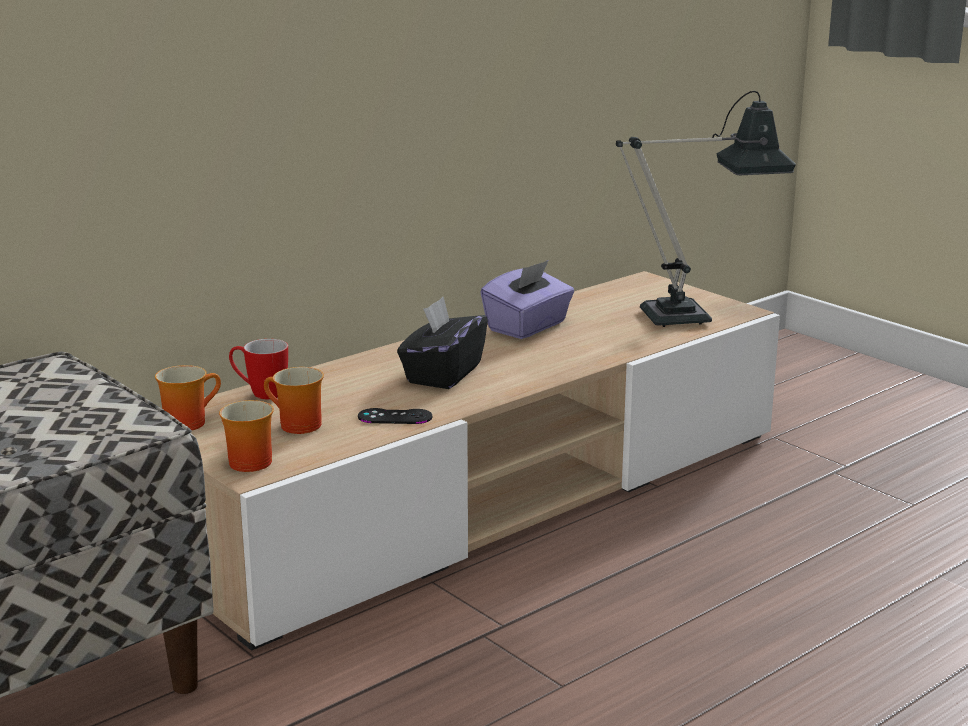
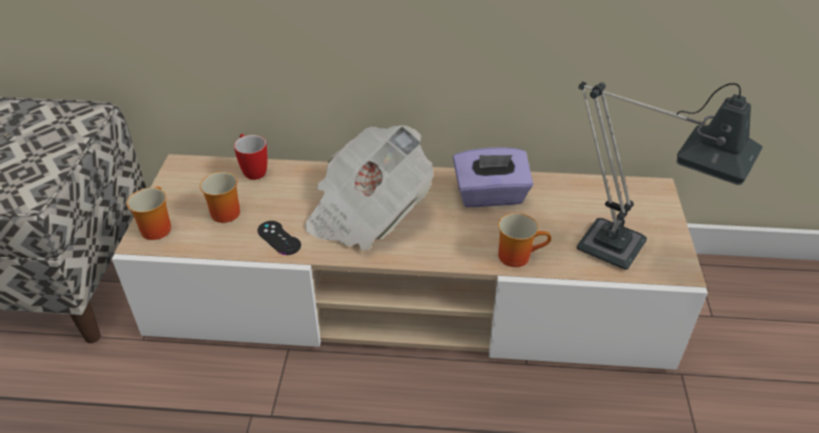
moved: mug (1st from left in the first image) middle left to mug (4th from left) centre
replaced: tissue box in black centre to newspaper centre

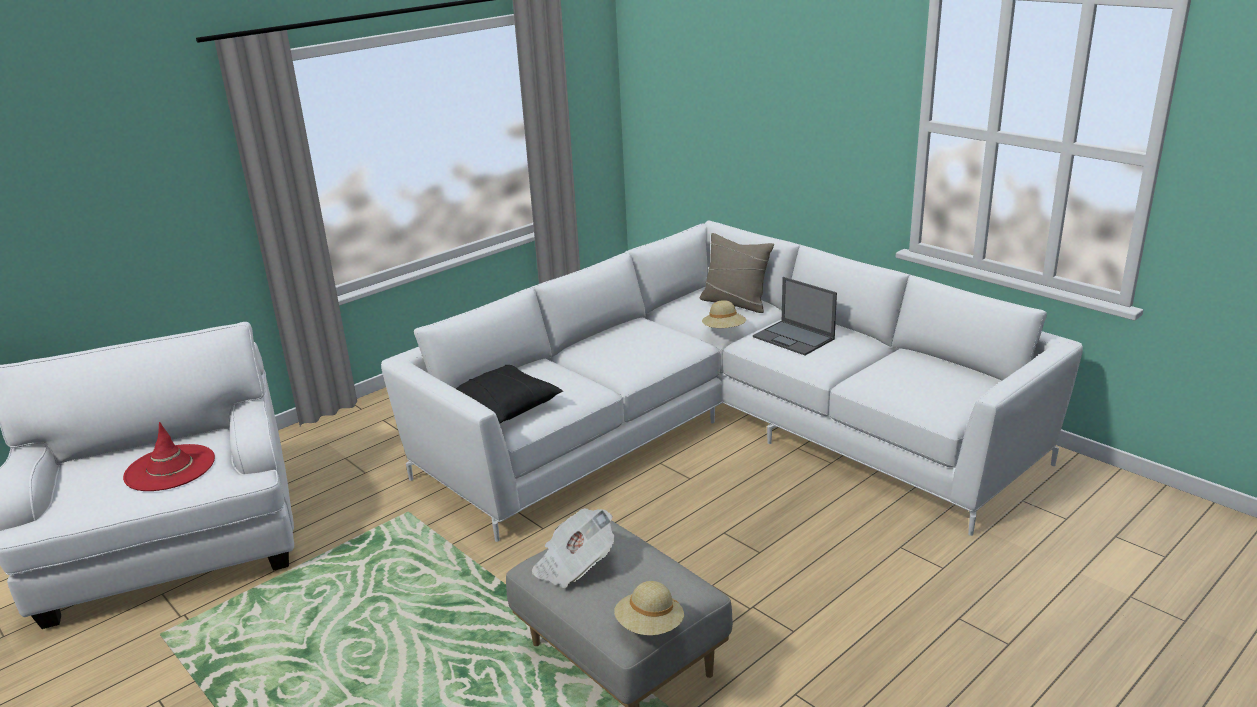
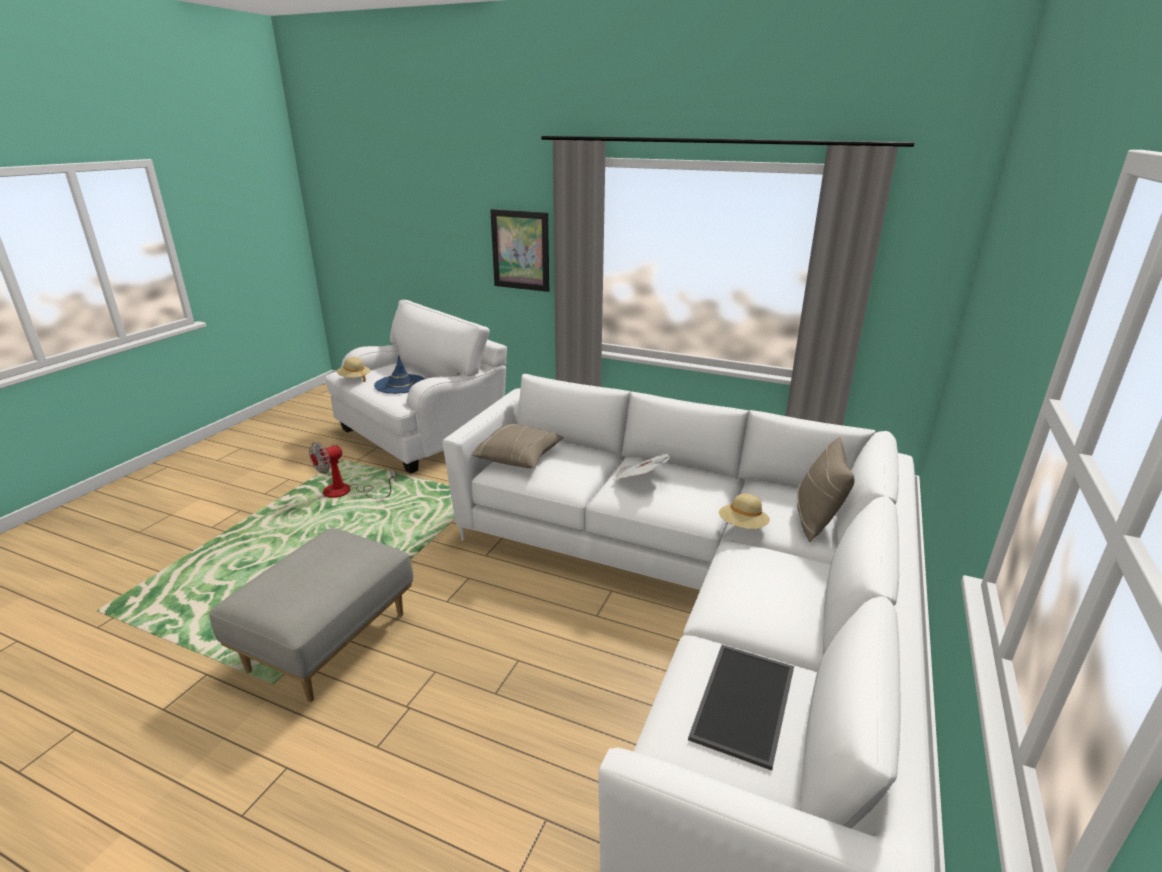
removed: portable computer centre
added: wall art top centre; electric fan middle left; tray bottom centre
moved: newspaper bottom centre to centre; clothing hat in sand-coloured (1st from left) bottom centre to middle left
recoloured: pillow in black centre to pillow in sand-coloured (1st from left) centre; clothing hat in red middle left to clothing hat in blue-coloured centre

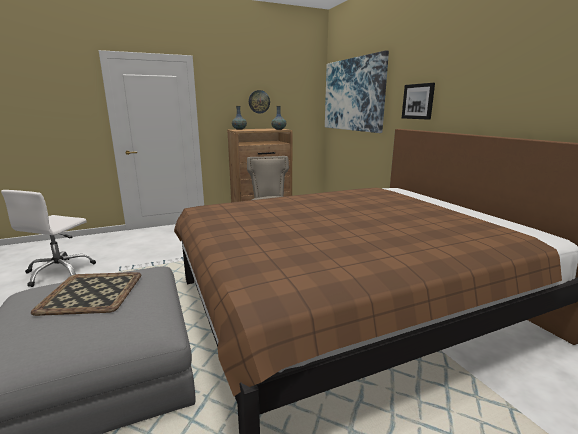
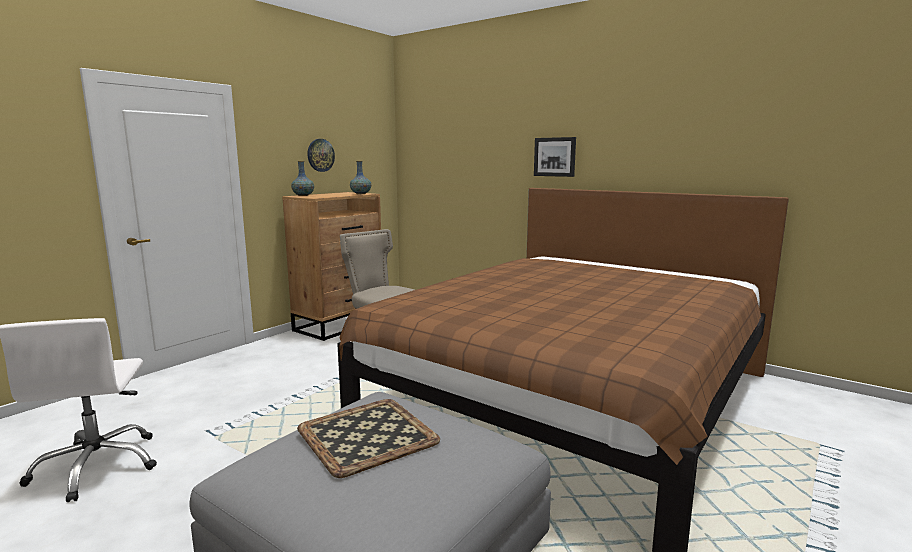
removed: wall art (1st from left) top centre

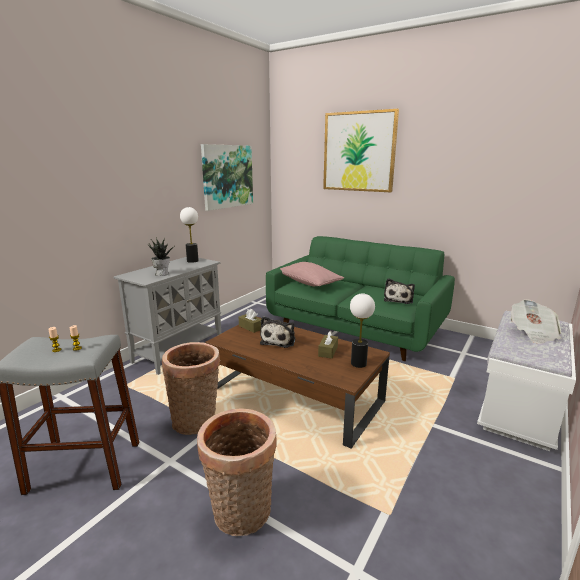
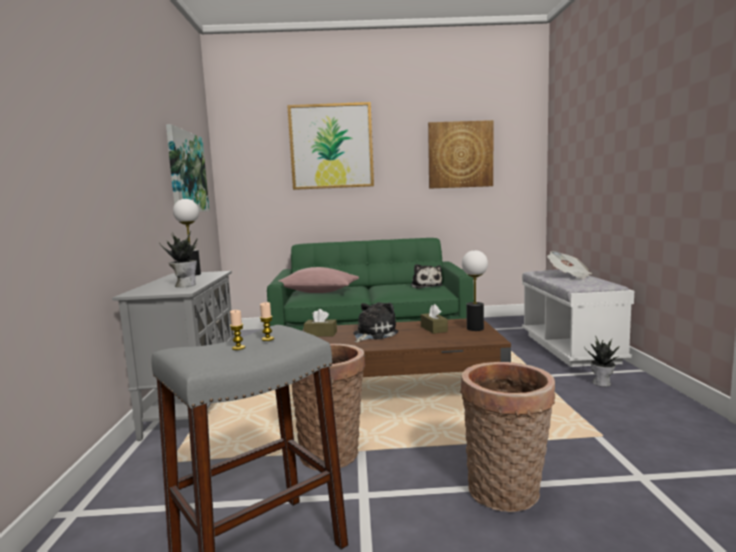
added: wall art (3rd from left) top centre; potted plant (2nd from left) middle right
turned: cuddly toy (1st from left) centre = centre 120 degrees counterclockwise

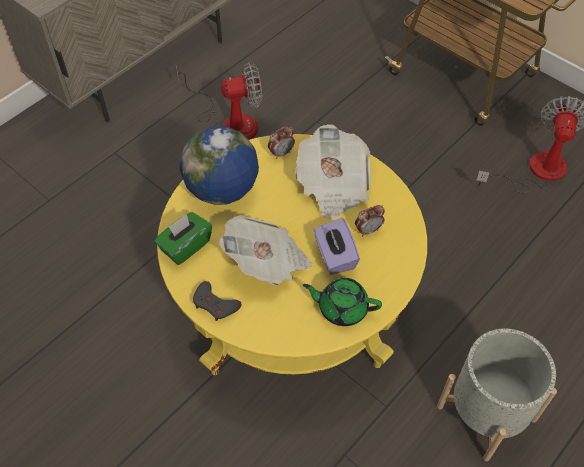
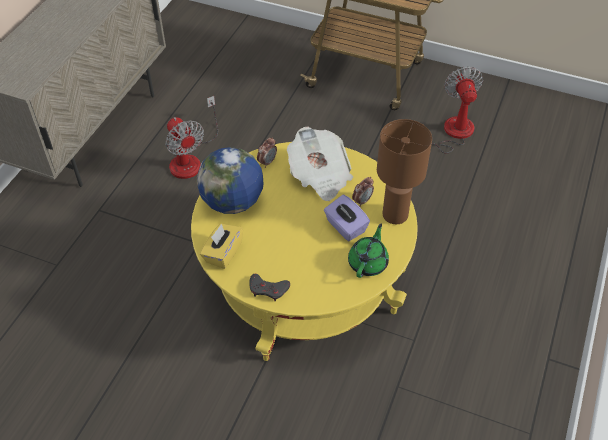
removed: newspaper (1st from left) centre; plant pot in gray bottom right
added: tabletop lamp in brownish centre
recoloured: tissue box in greenish middle left to tissue box in yellowish centre
turned: electric fan (1st from left) top centre = top left 90 degrees clockwise; teapot in greenish centre = centre 120 degrees clockwise

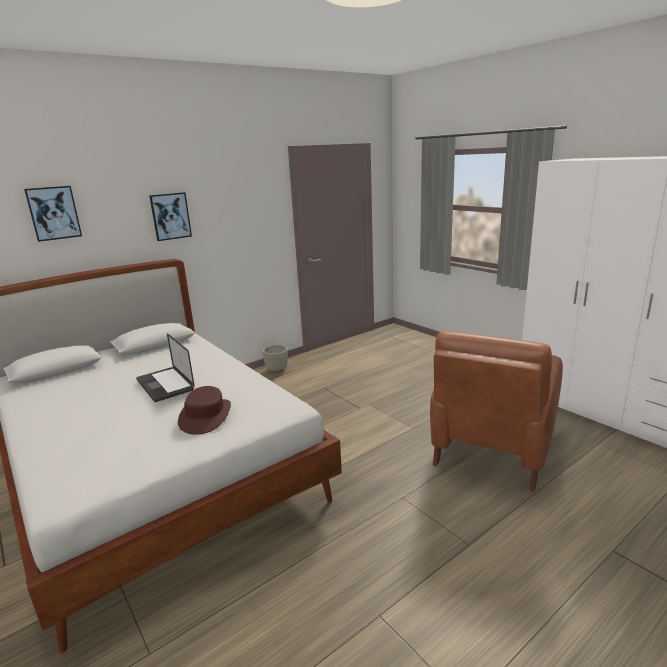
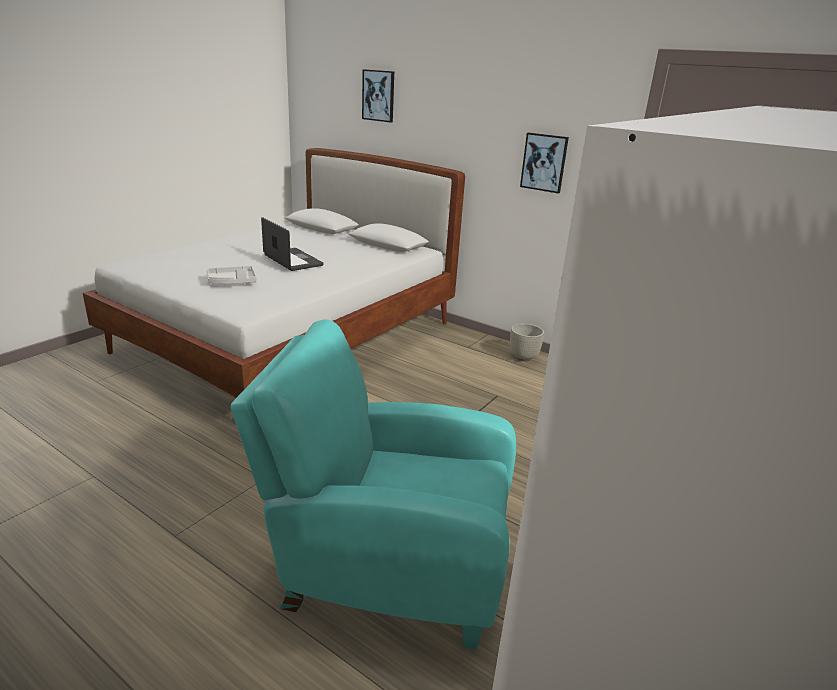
moved: wall art (2nd from left) top left to top centre
replaced: clothing hat in brownish middle left to tray in gray middle left
recoloured: lounge chair in brownish middle right to lounge chair in blue-green bottom centre
turned: portable computer middle left = centre 105 degrees clockwise

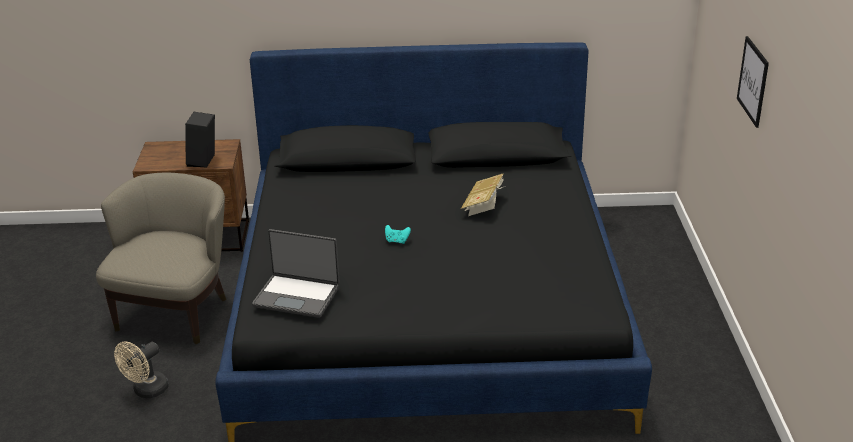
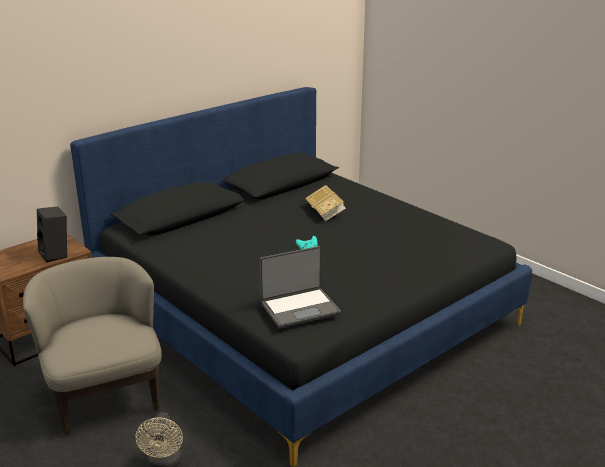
removed: wall art top right

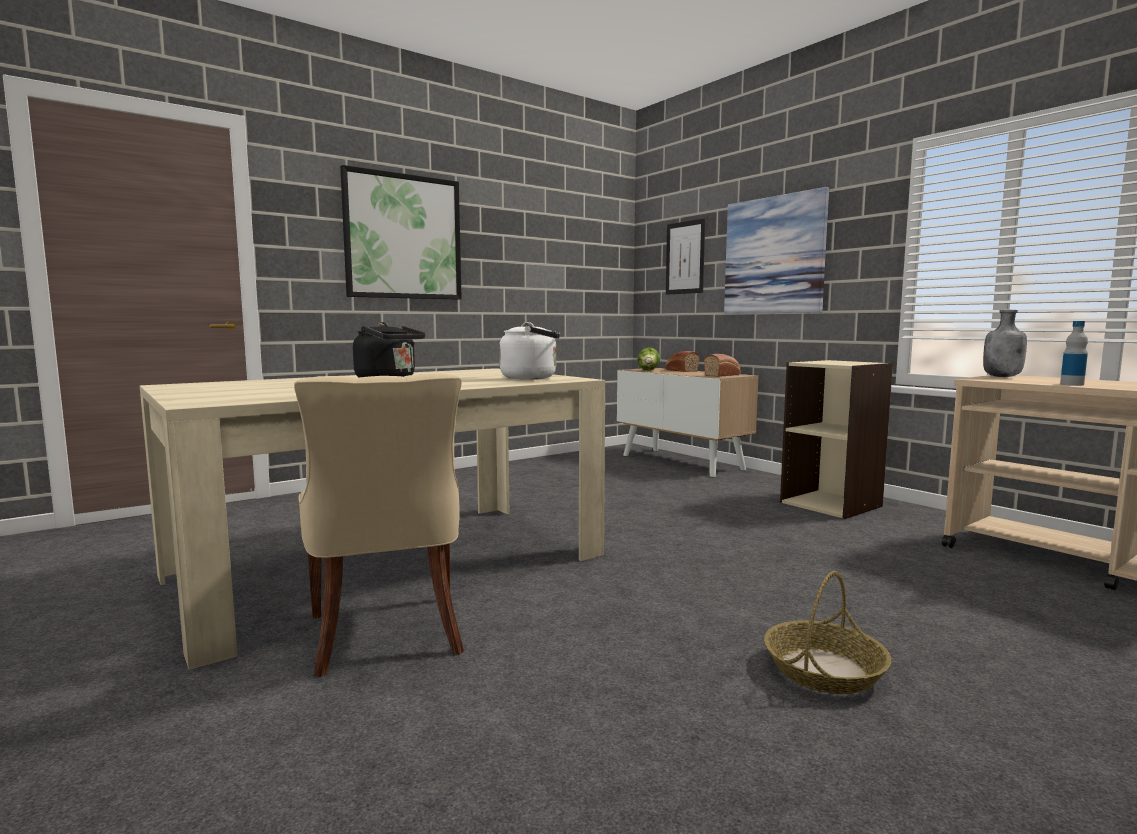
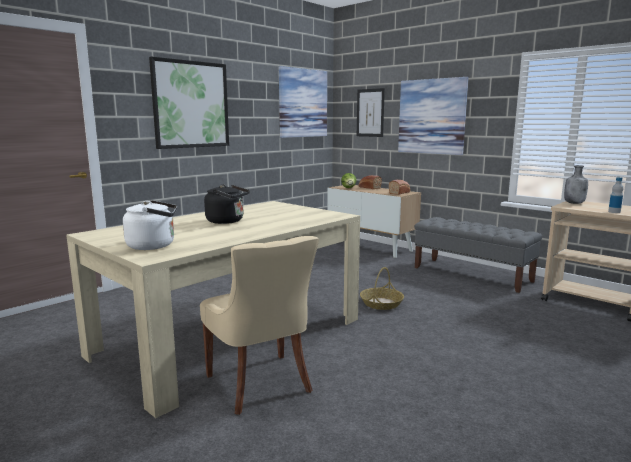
added: wall art (2nd from left) top centre
moved: kettle in whitish centre to middle left; household basket bottom right to centre
replaced: bookshelf in sand-coloured middle right to long seat in gray middle right

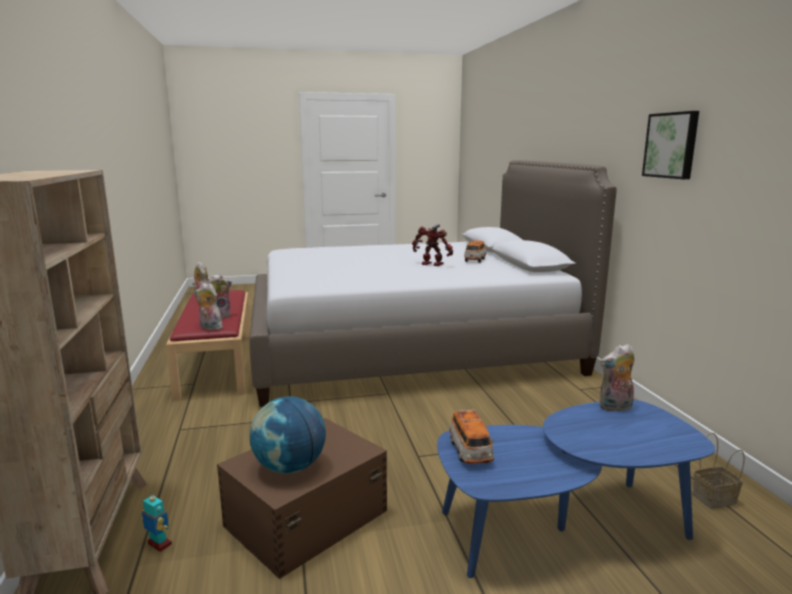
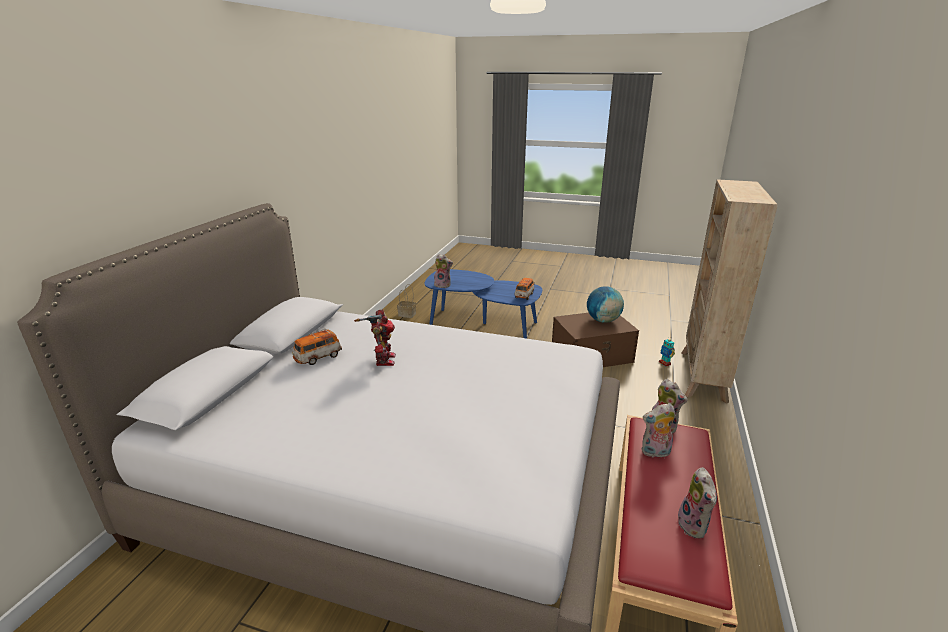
removed: wall art top right
turned: robot figure (2nd from left in the first image) centre = centre 150 degrees counterclockwise

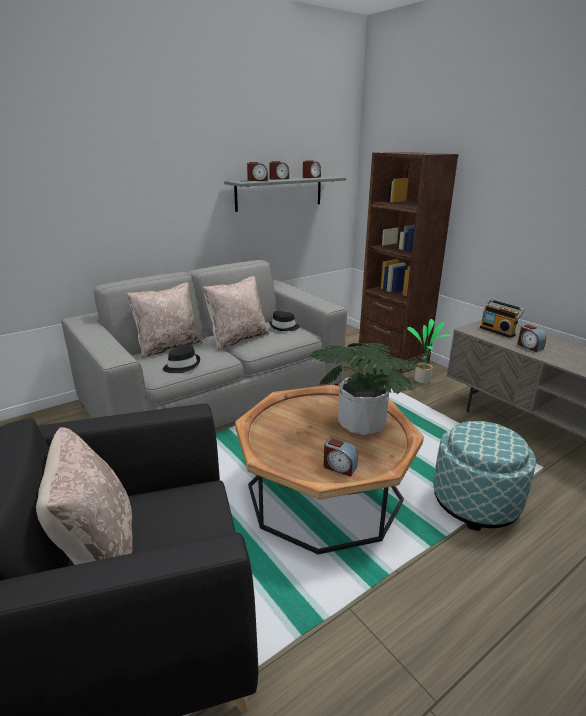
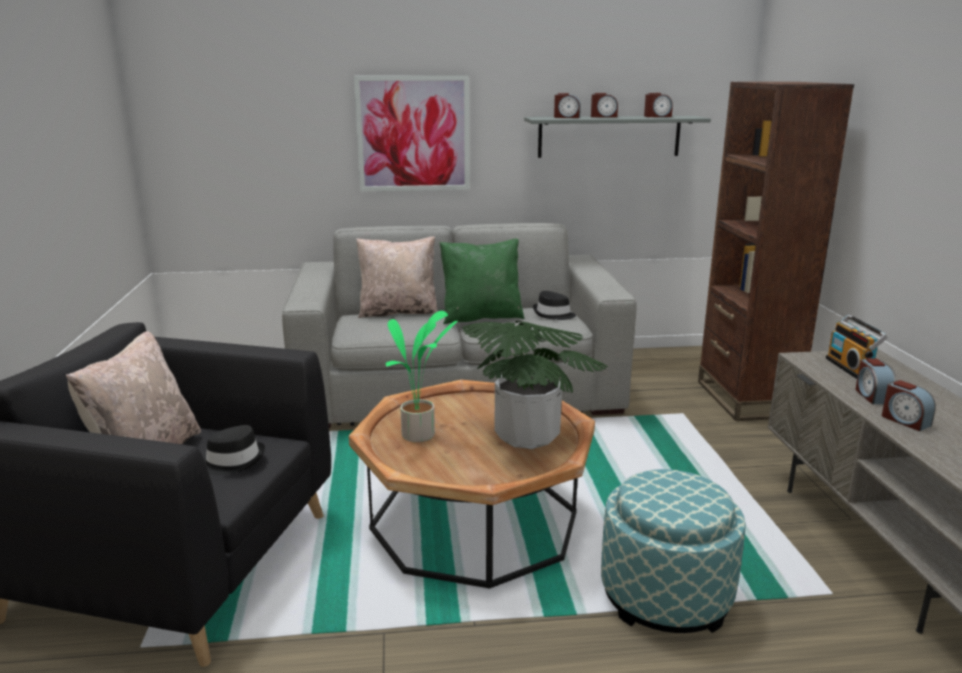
added: wall art top centre
moved: potted plant (2nd from left in the first image) middle right to potted plant (1st from left) centre; clothing hat in black (1st from left) middle left to bottom left; table clock (4th from left in the first image) centre to table clock (5th from left) middle right
recoloured: pillow in sand-coloured (3rd from left) centre to pillow in greenish centre

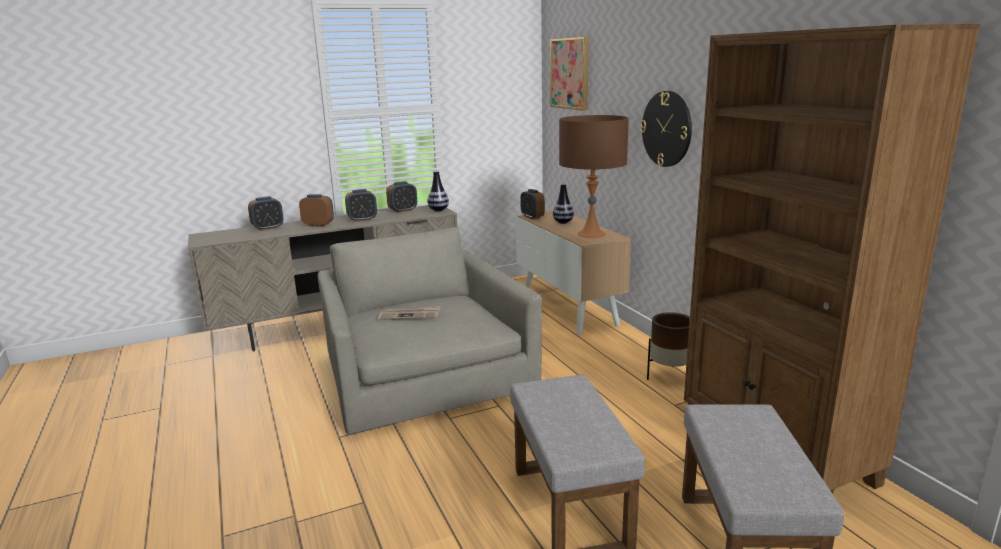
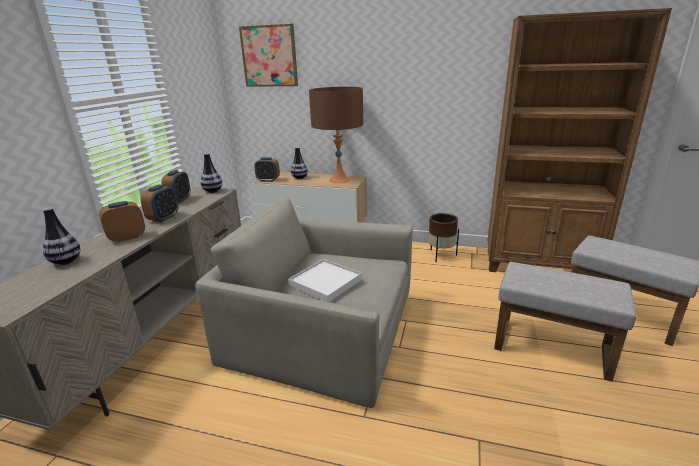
removed: wall clock top centre
replaced: table clock (1st from left) middle left to flower vase (1st from left) middle left; newspaper centre to tray in whitish centre

